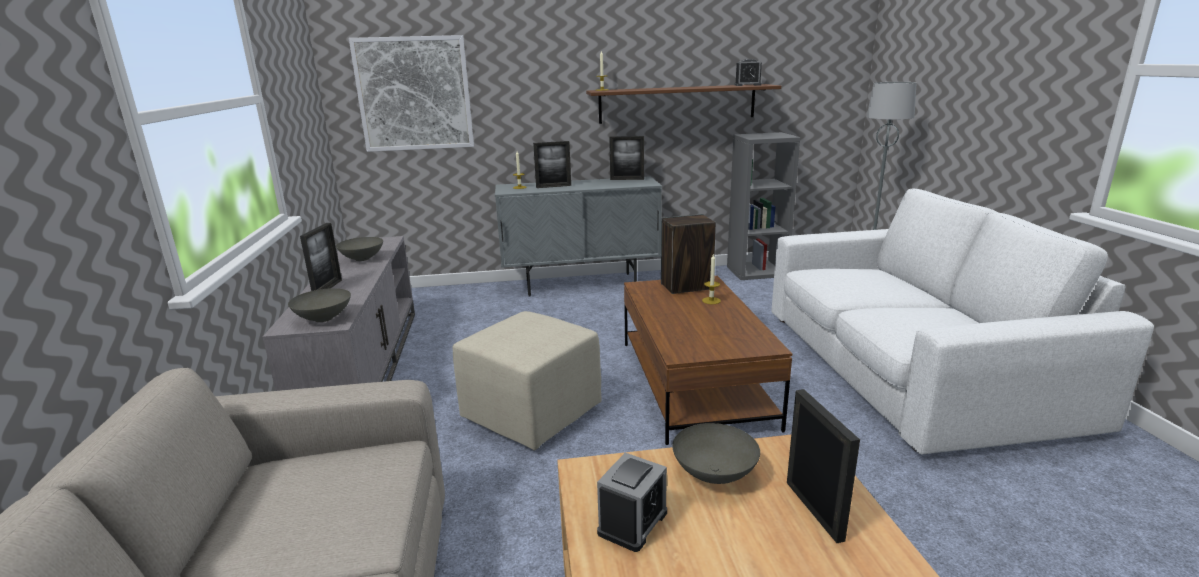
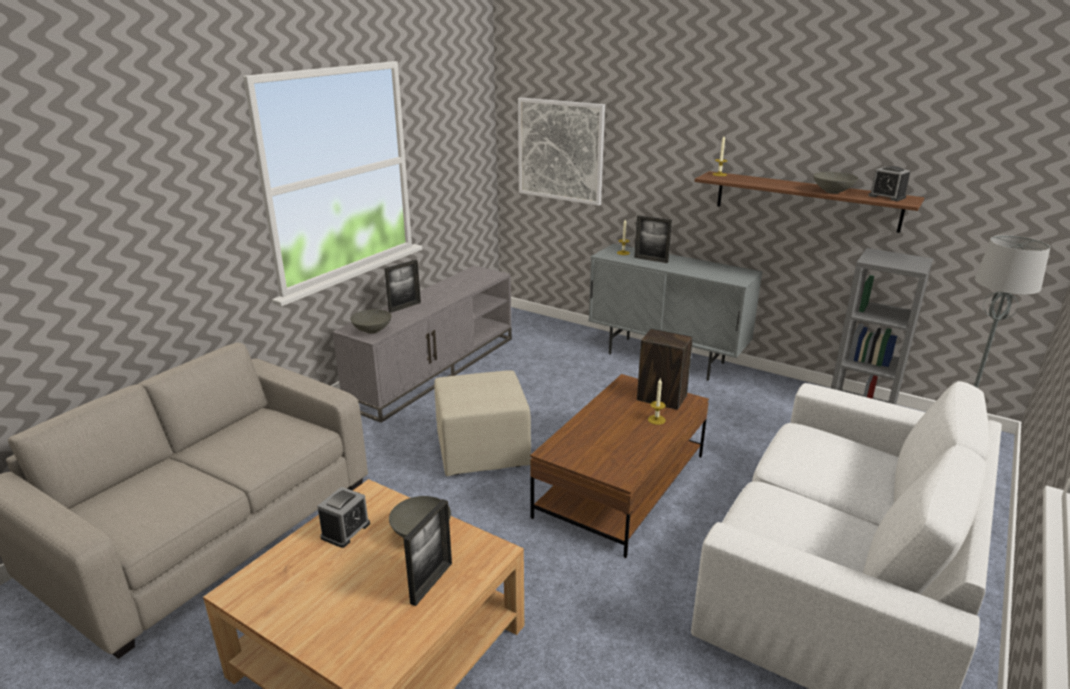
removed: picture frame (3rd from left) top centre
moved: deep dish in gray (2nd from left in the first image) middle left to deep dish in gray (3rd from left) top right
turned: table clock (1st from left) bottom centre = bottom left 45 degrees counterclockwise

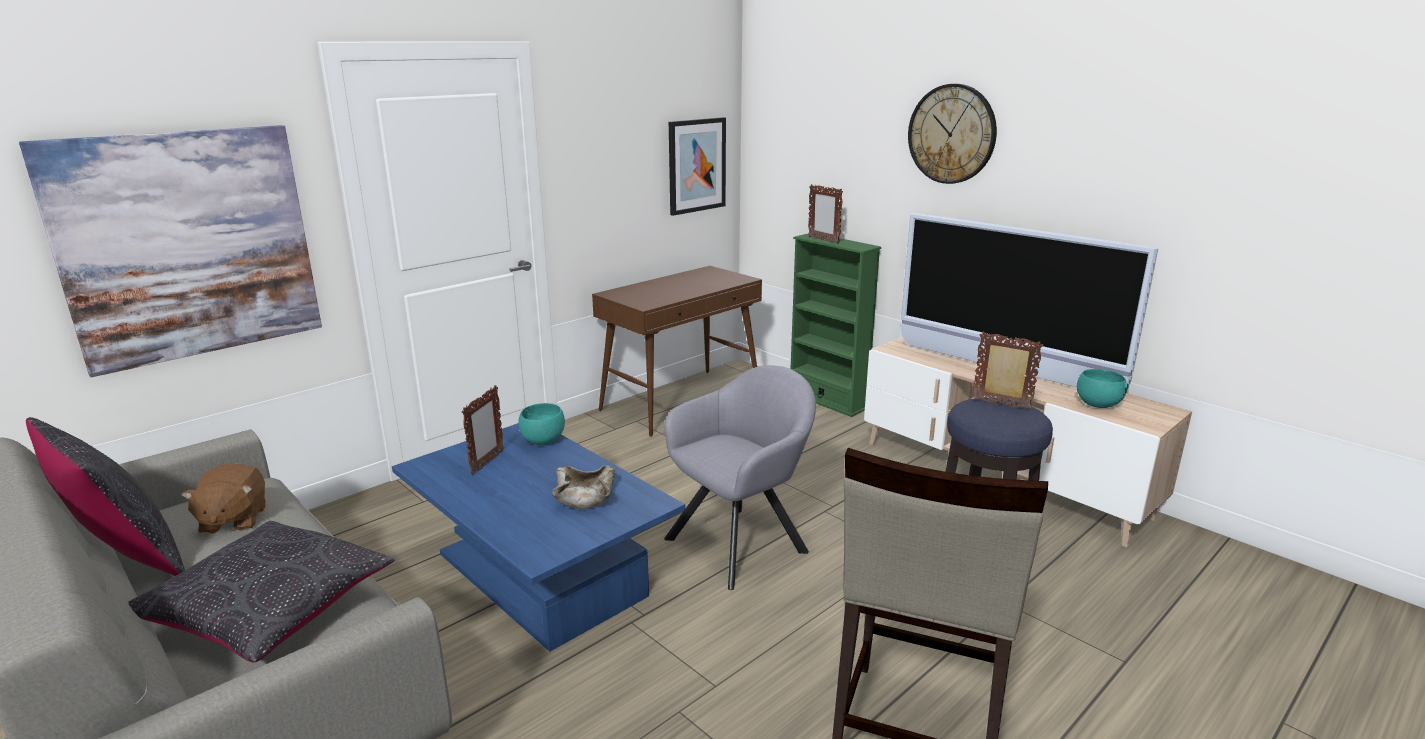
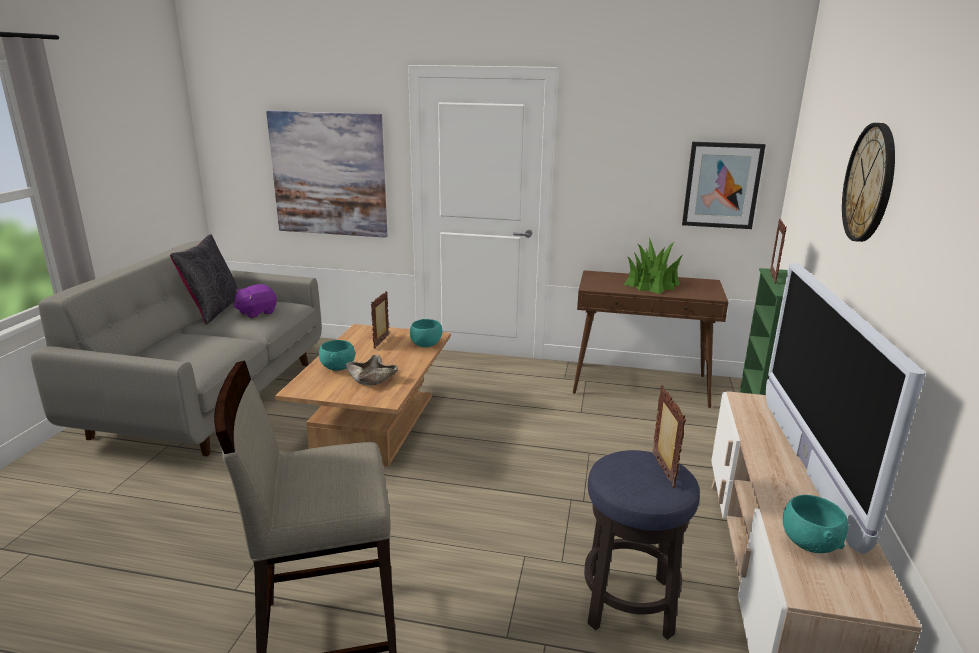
removed: lounge chair in gray centre; pillow in black (2nd from left) bottom left
added: potted plant middle right; deep dish in blue-green (1st from left) centre
recoloured: lounge table in blue-coloured bottom centre to lounge table in brownish centre; cuddly toy in brownish bottom left to cuddly toy in purple middle left
turned: picture frame (1st from left) centre = centre 120 degrees clockwise

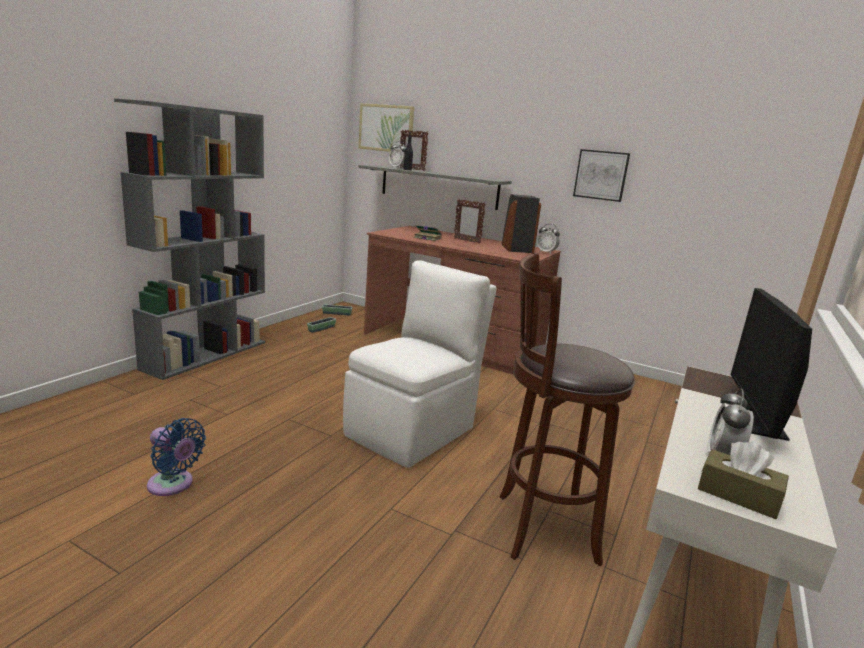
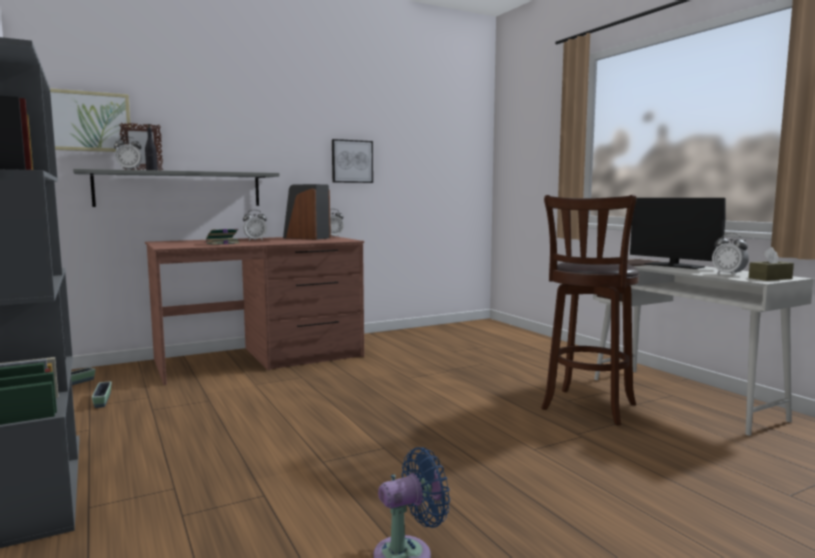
removed: upright chair in whitish centre
replaced: picture frame (2nd from left) centre to table clock (2nd from left) middle left

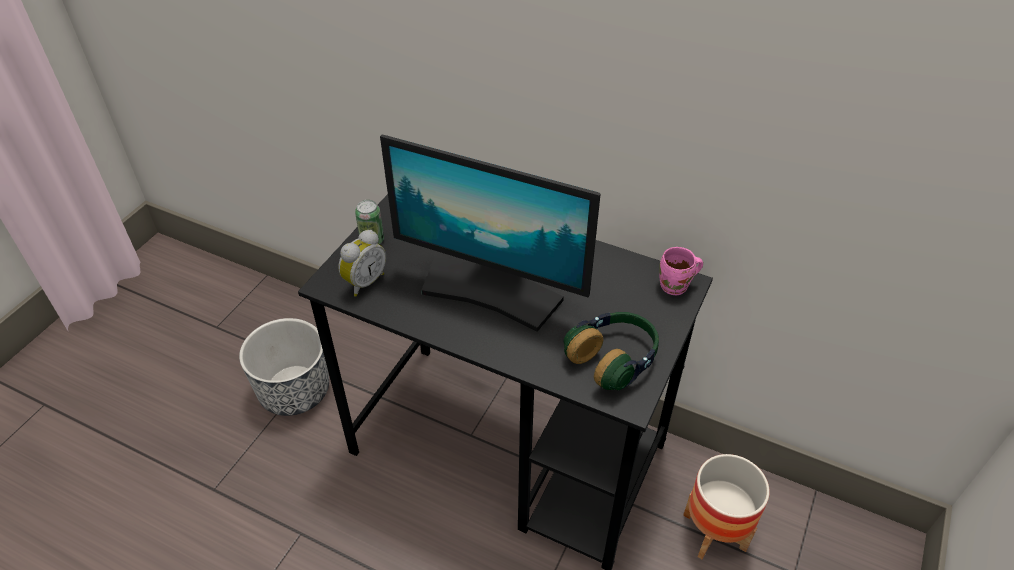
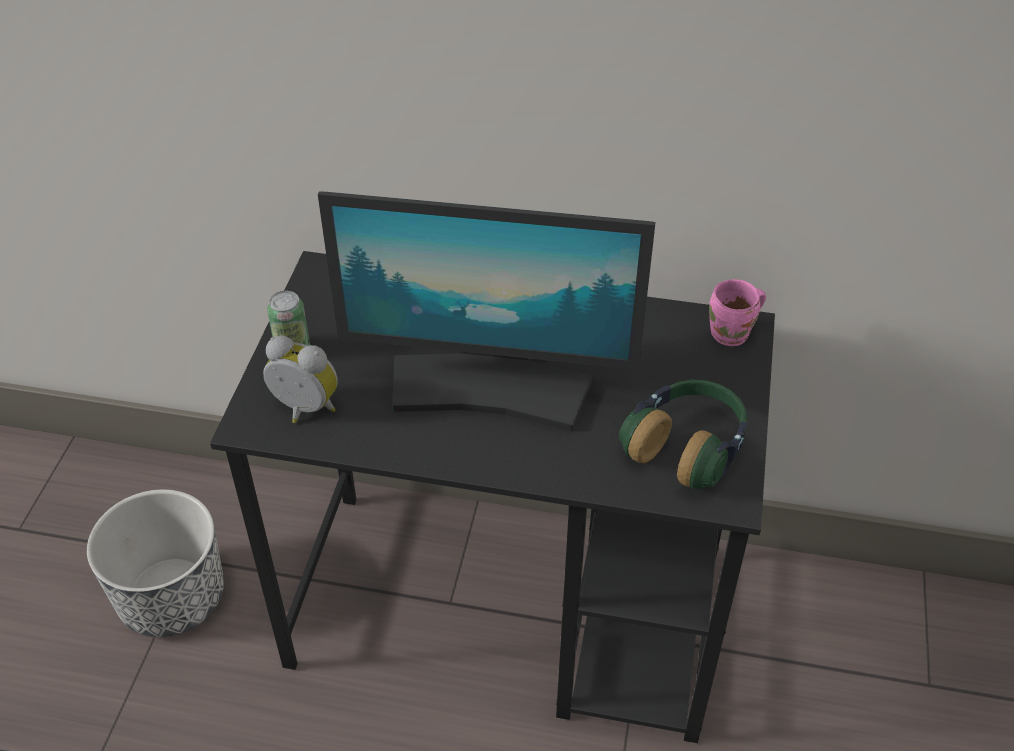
removed: plant pot (2nd from left) bottom right
turned: table clock centre = middle left 90 degrees counterclockwise

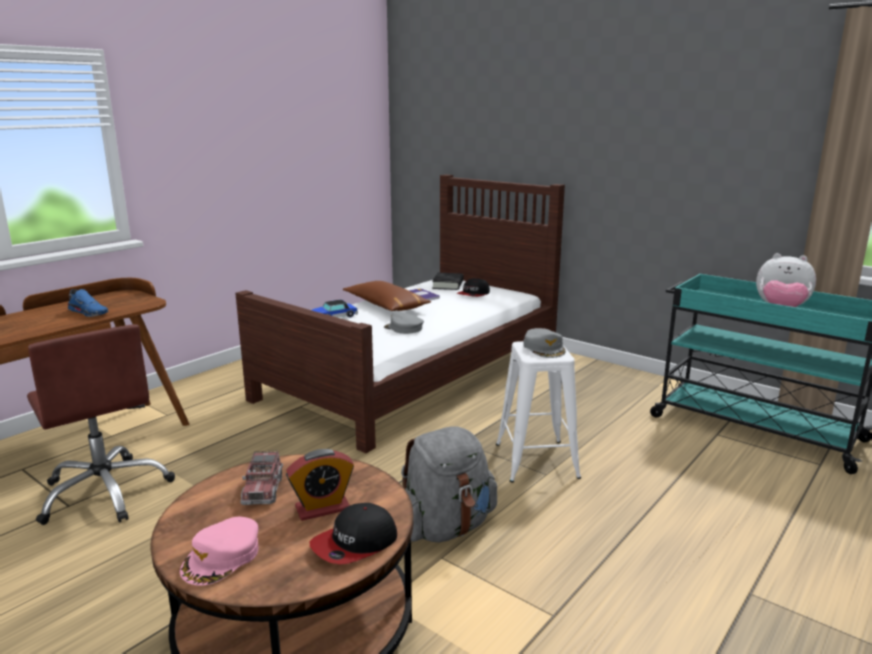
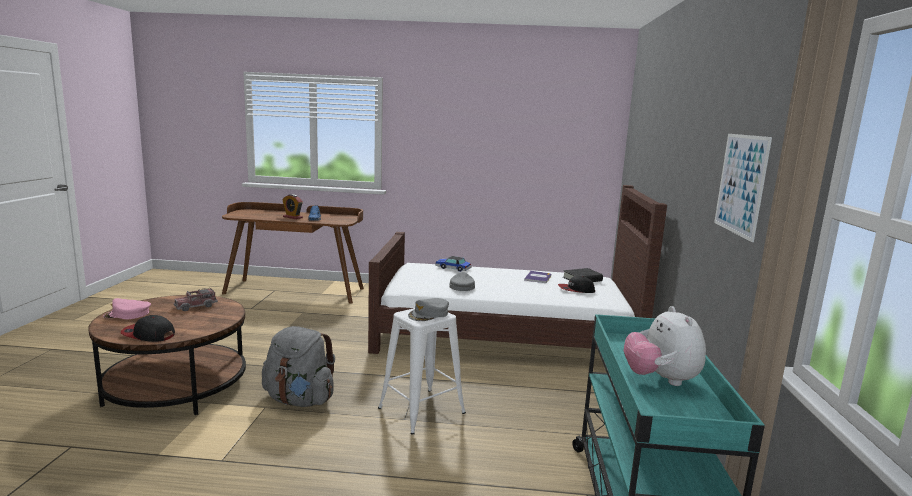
removed: pillow in brownish centre; desk chair in brownish middle left
added: wall art middle right
moved: table clock bottom centre to middle left

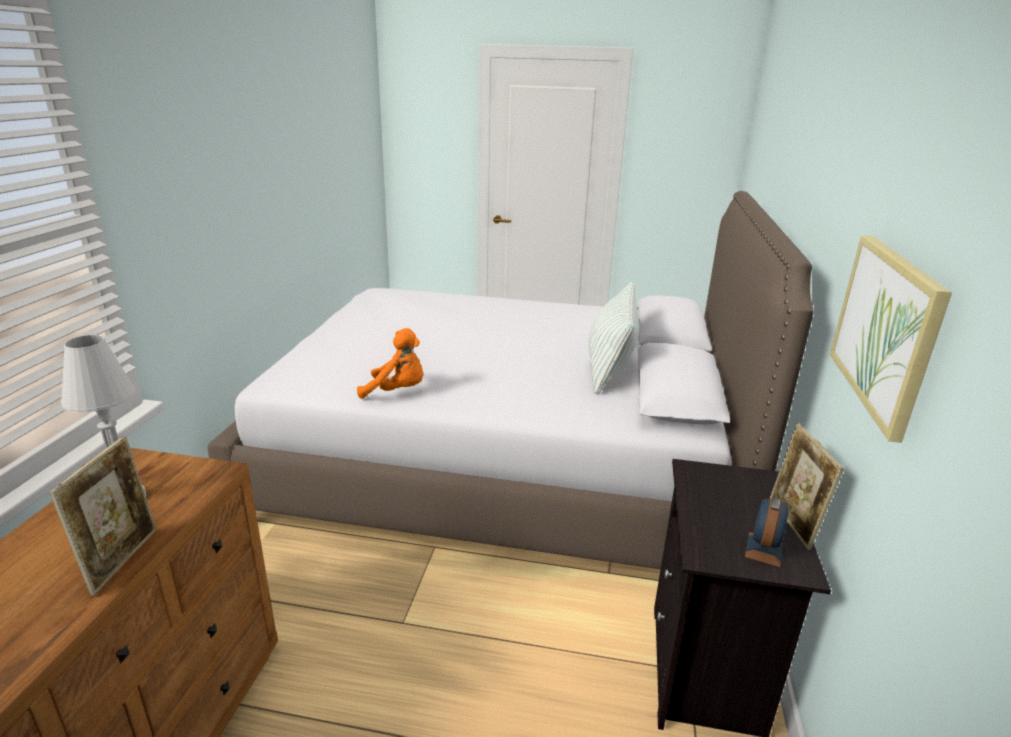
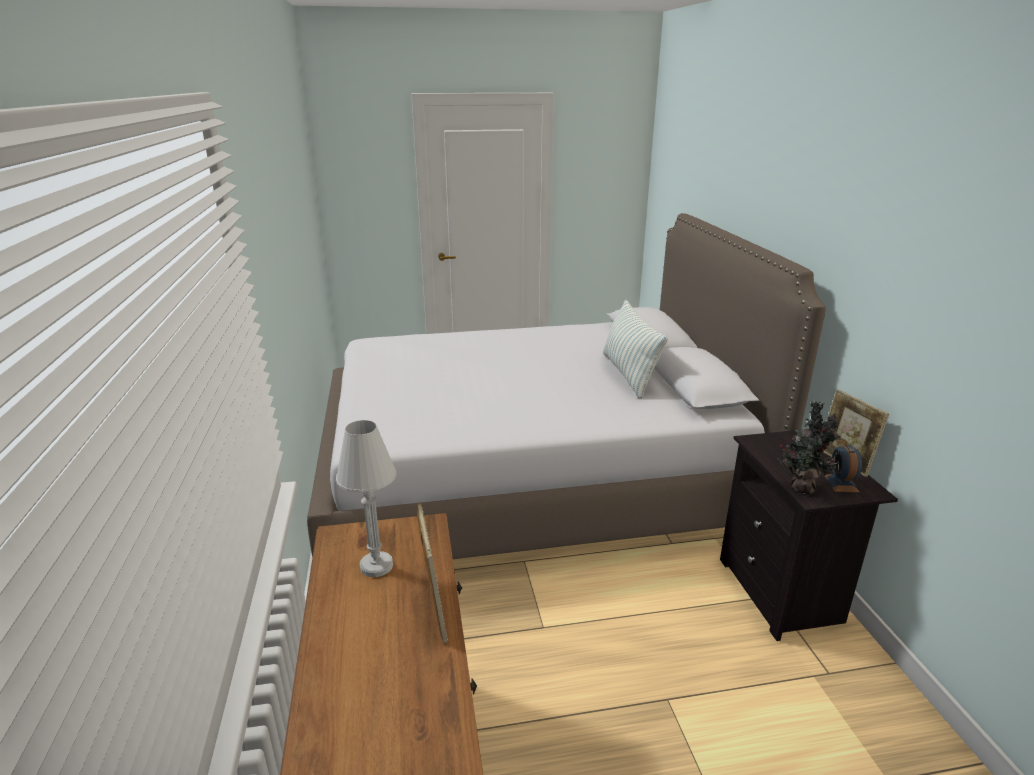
removed: wall art middle right; cuddly toy in orange centre
added: potted plant middle right

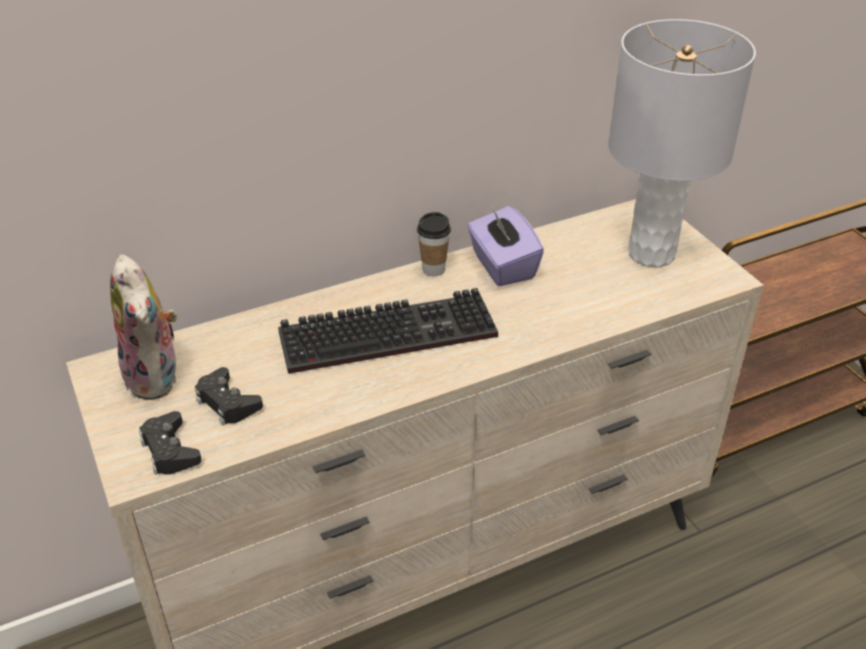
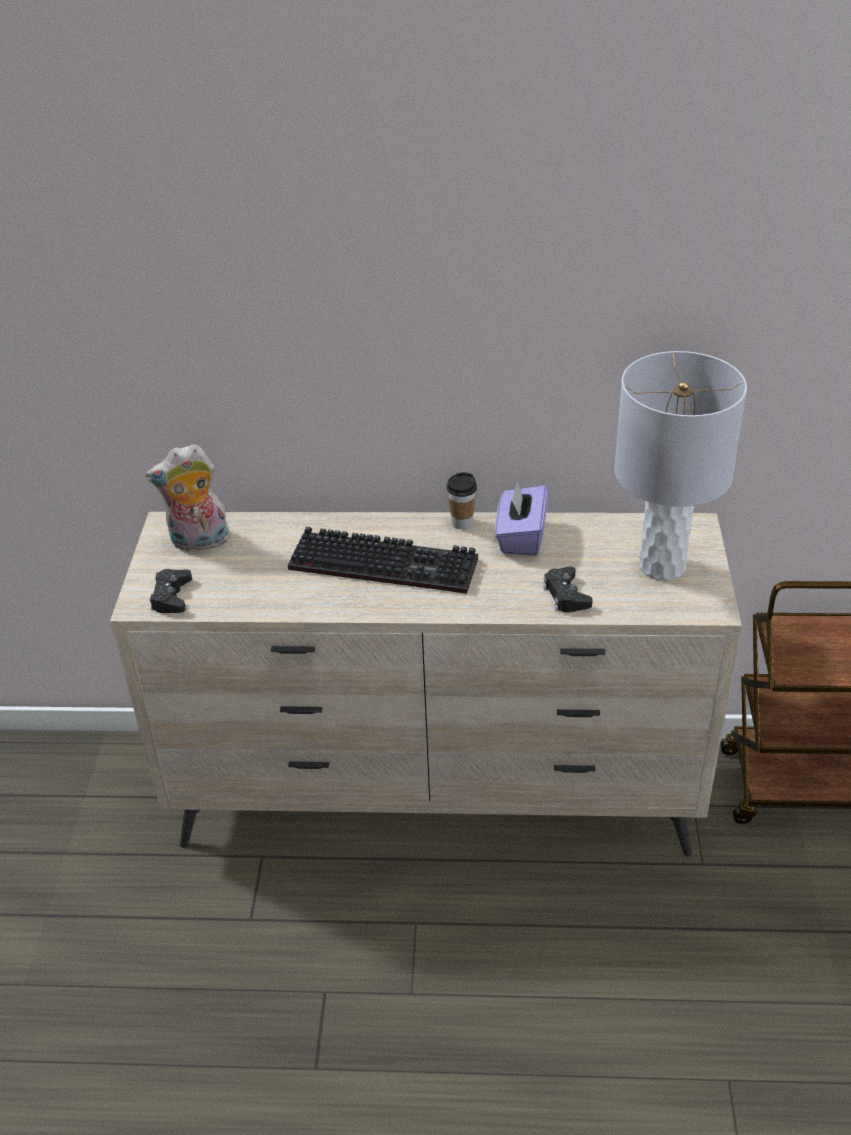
moved: gamepad in black (2nd from left) middle left to middle right
turned: cuddly toy middle left = middle left 75 degrees clockwise

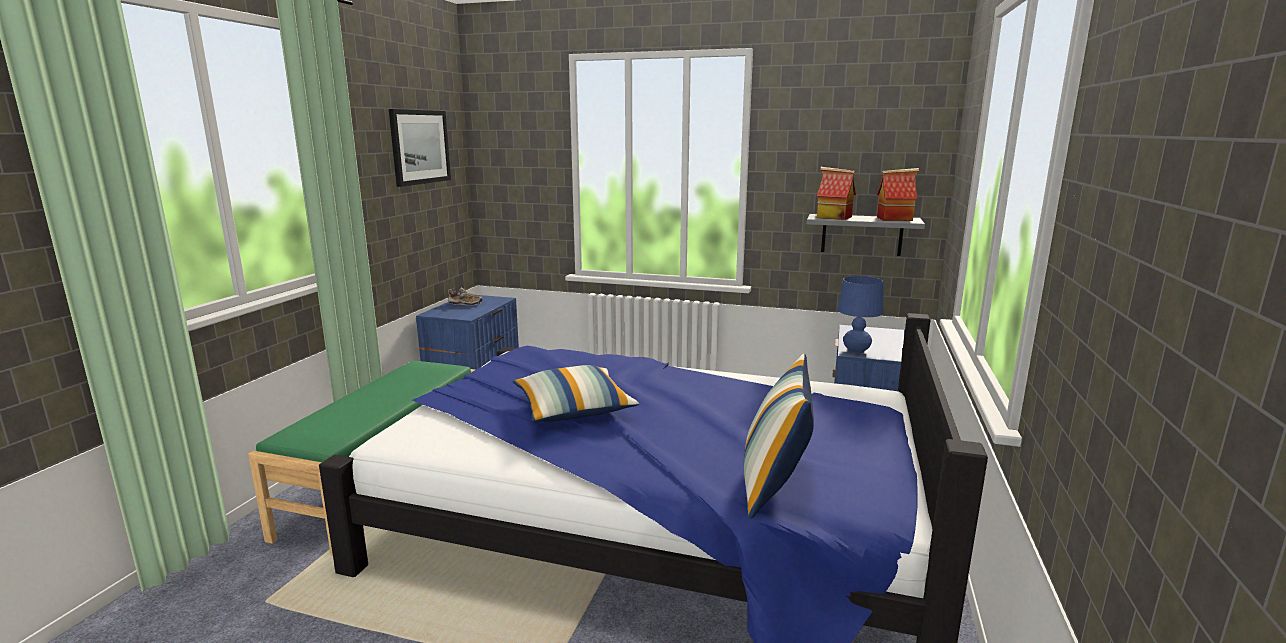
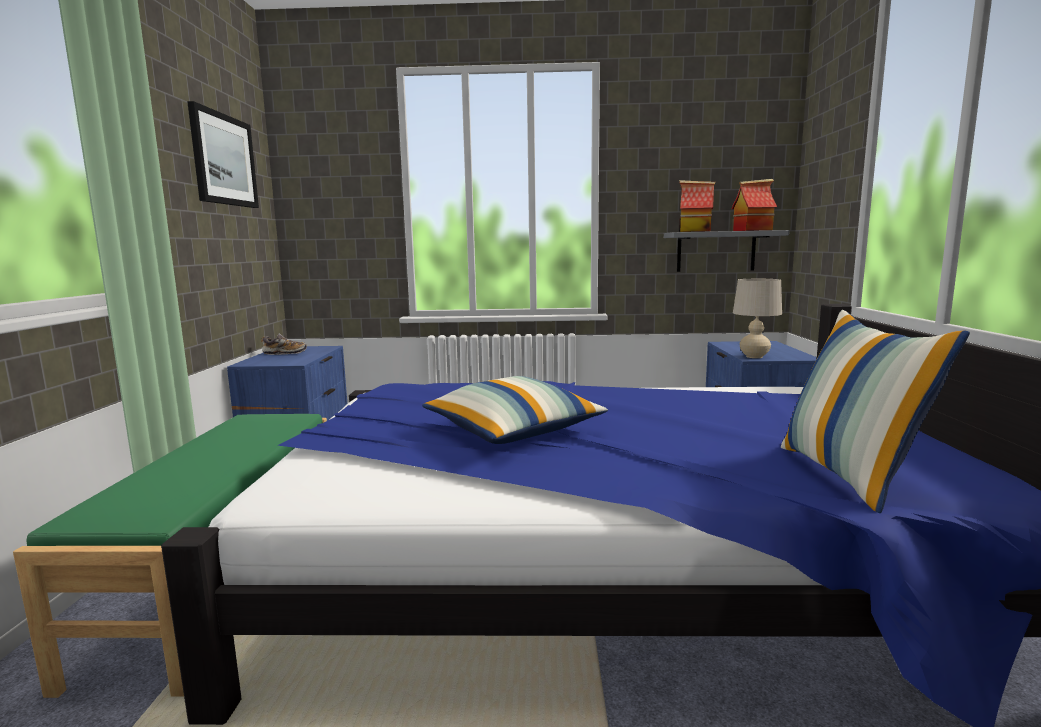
recoloured: tabletop lamp in blue-coloured middle right to tabletop lamp in sand-coloured middle right

